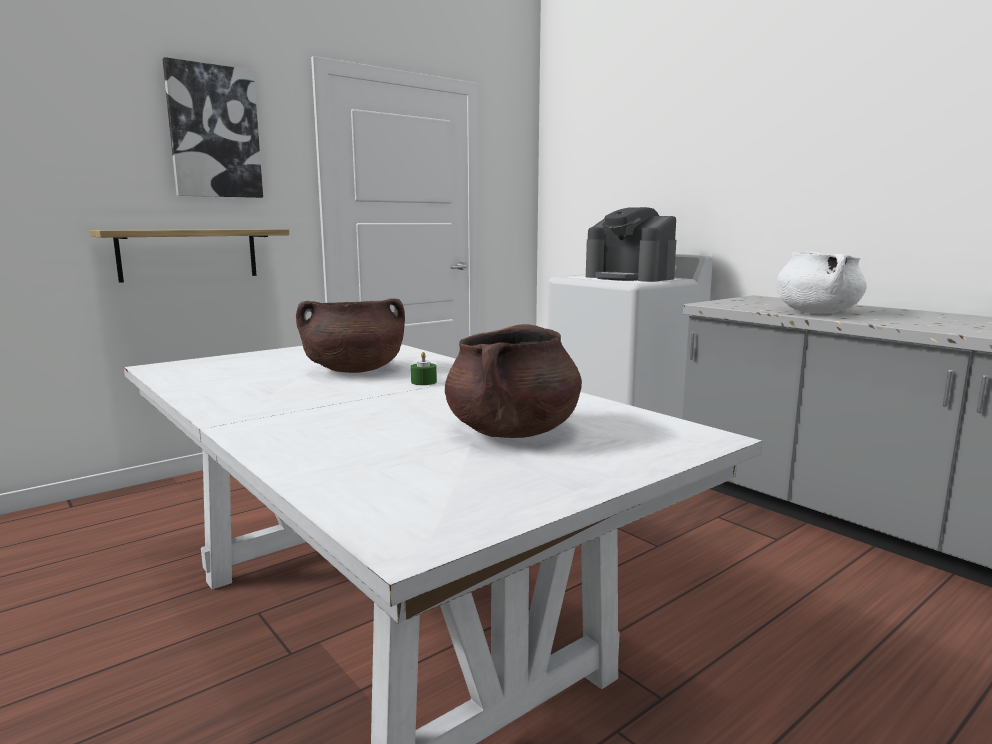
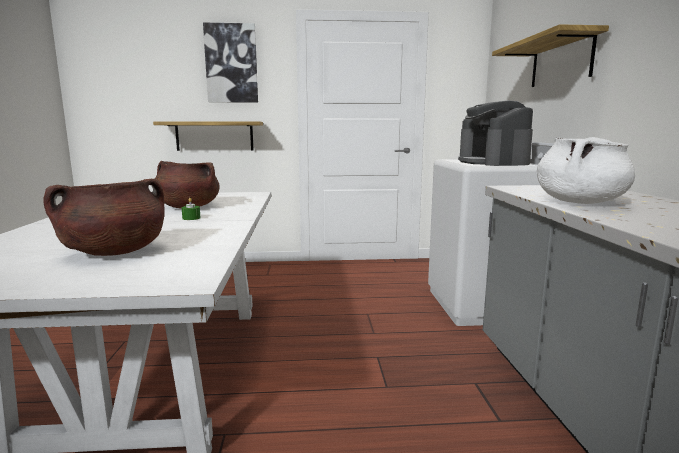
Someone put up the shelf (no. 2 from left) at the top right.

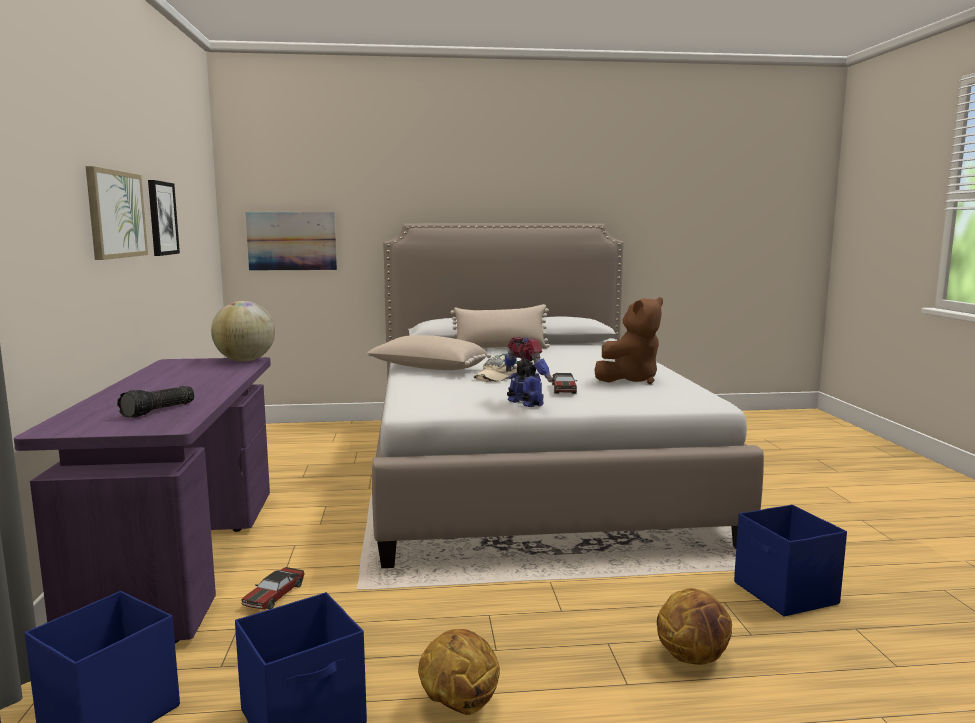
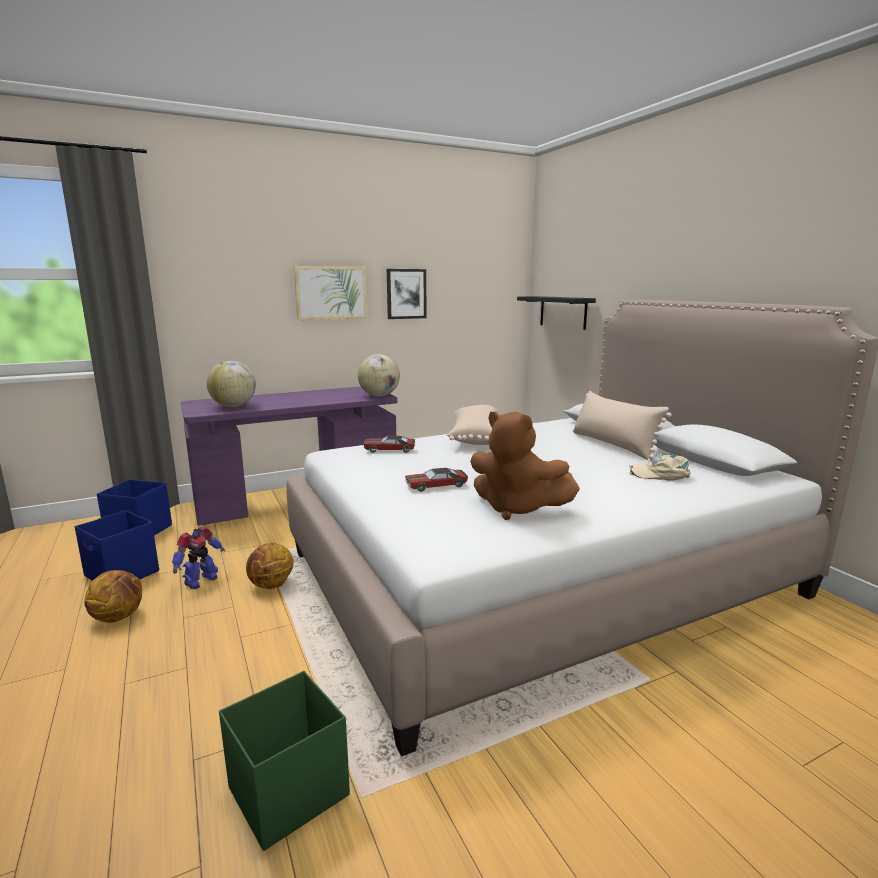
Someone carried the toy car (no. 1 from left) from the bottom left to the centre.
Someone carried the beige-coloured baseball cap from the centre to the middle right.
Someone carried the robot figure from the centre to the middle left.
Someone carried the ball for basketball (no. 2 from left) from the bottom right to the middle left.
Someone swapped the flashlight at the middle left for the desk globe (no. 1 from left) at the middle left.
Someone swapped the wall picture (no. 3 from left) at the middle left for the black shelf at the centre.
Someone repainted the blue storage box (no. 3 from left) at the bottom right, which became the green-coloured storage box at the bottom left.

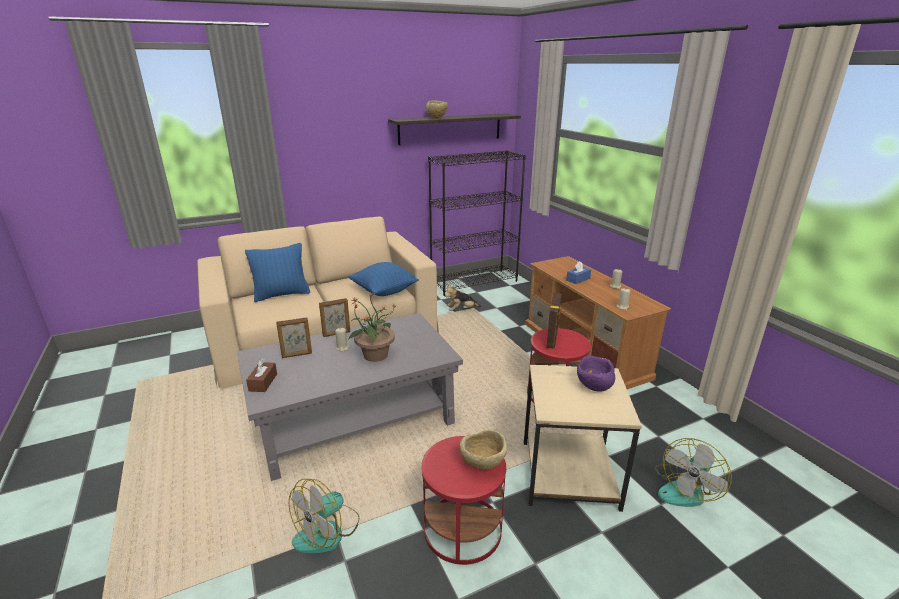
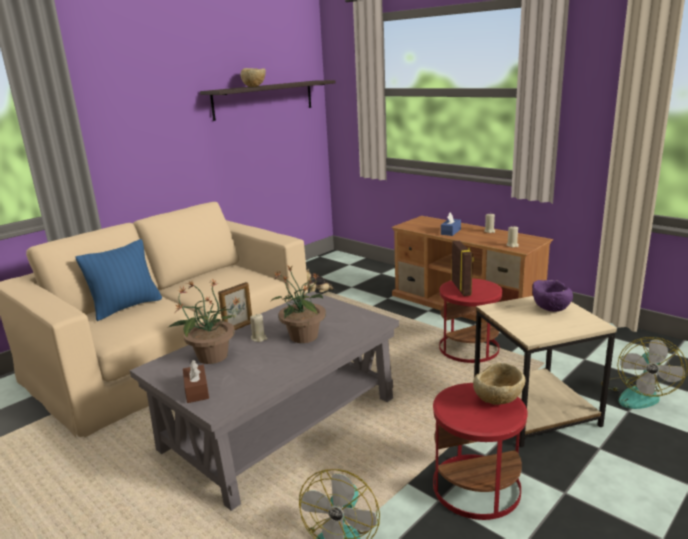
Someone took away the blue cushion (no. 2 from left) at the centre.
Someone took away the black shelving unit at the centre.
Someone swapped the standing frame (no. 1 from left) at the middle left for the houseplant (no. 1 from left) at the middle left.

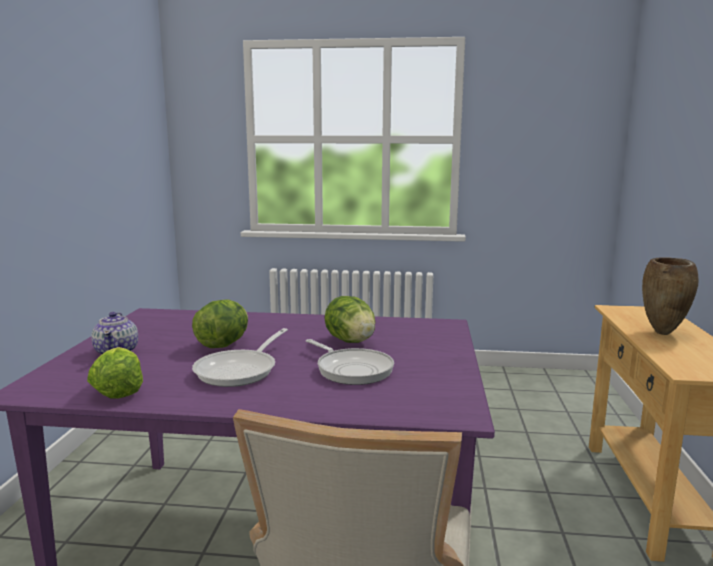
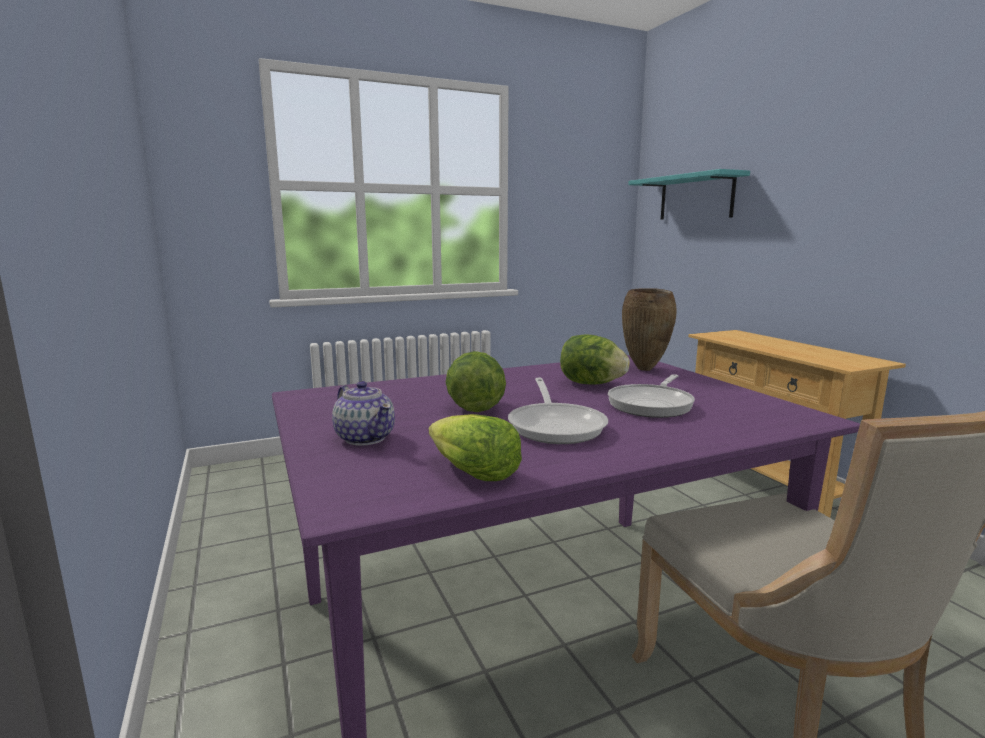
Someone put up the turquoise-coloured shelf at the top right.
Someone carried the brownish decorative vase from the middle right to the centre.
Someone rotated the skillet (no. 2 from left) at the centre by 105 degrees clockwise.

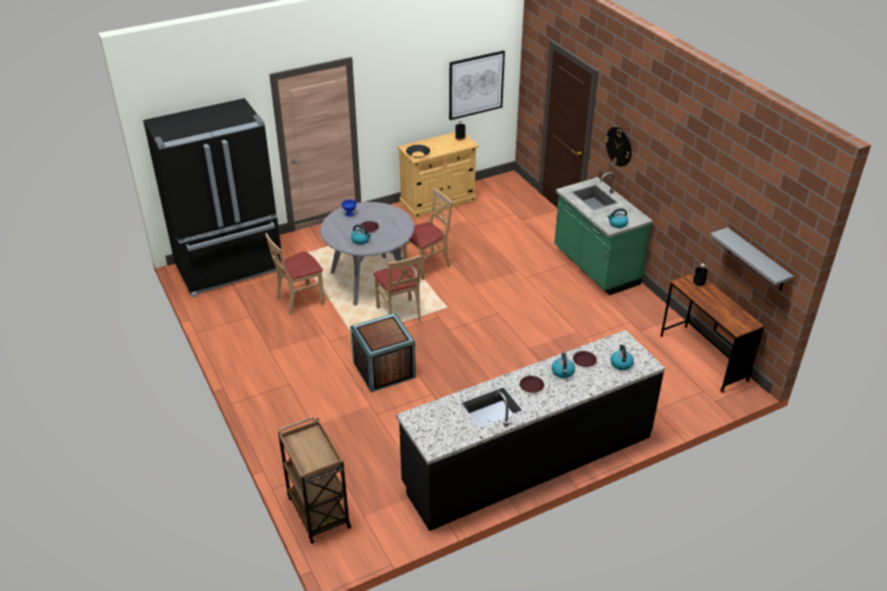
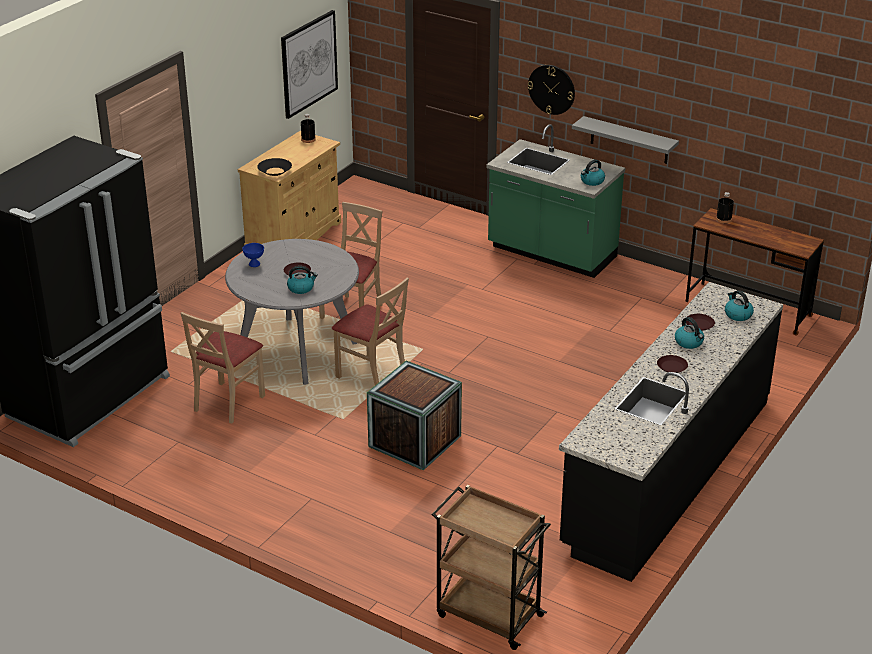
Someone carried the greyish shelf from the middle right to the top right.

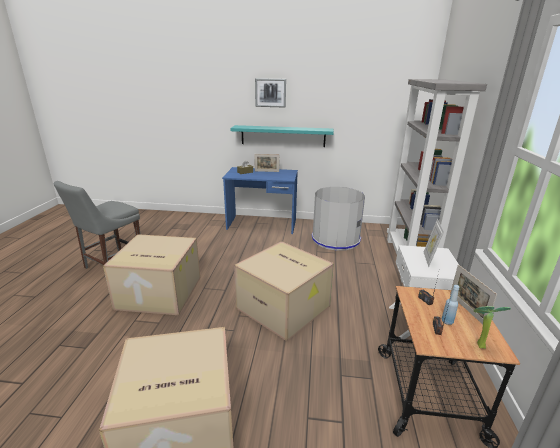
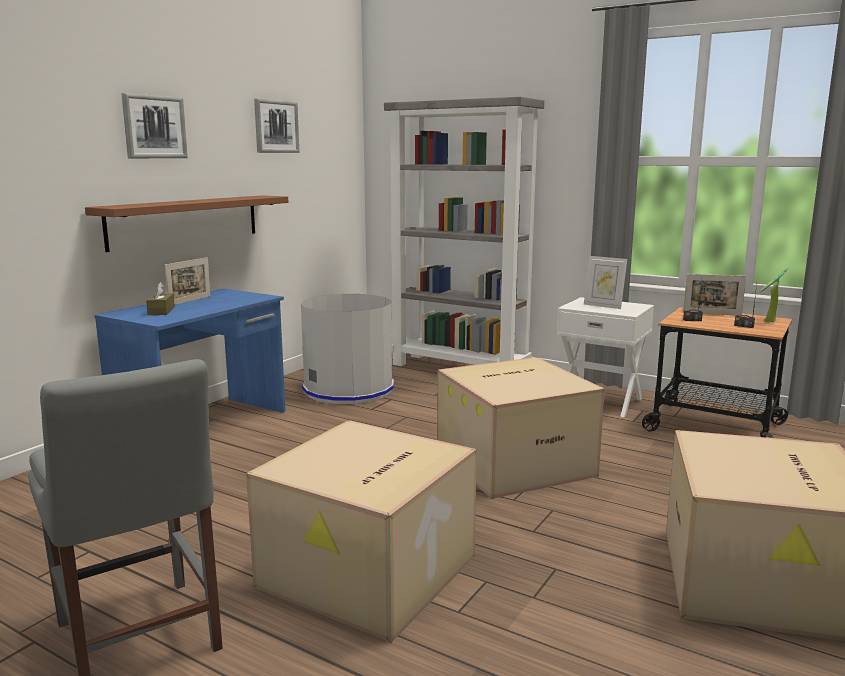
Someone took away the blue drink bottle at the bottom right.
Someone put up the wall picture (no. 2 from left) at the top left.
Someone repainted the turquoise-coloured shelf at the top centre, which became the brownish shelf at the top left.

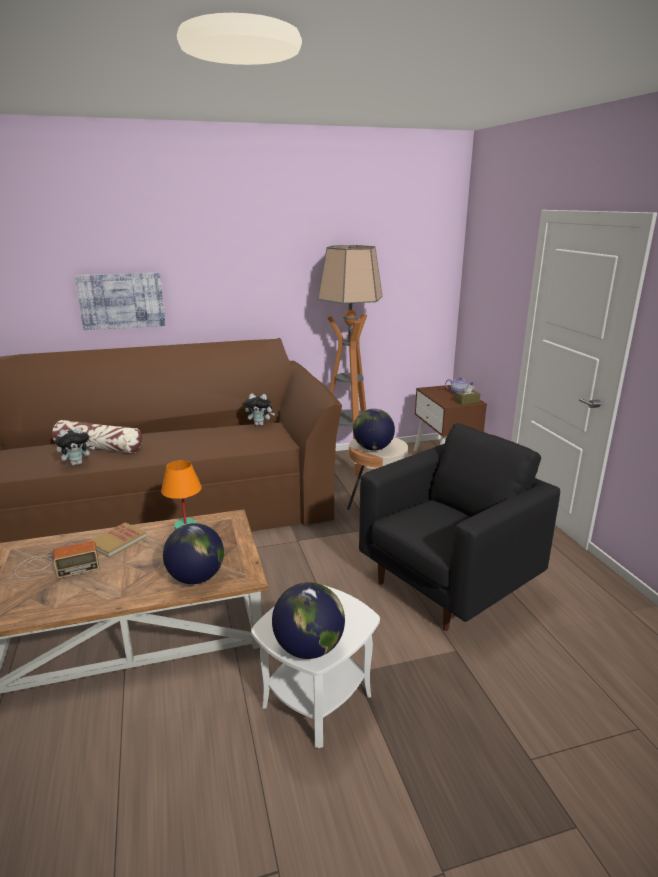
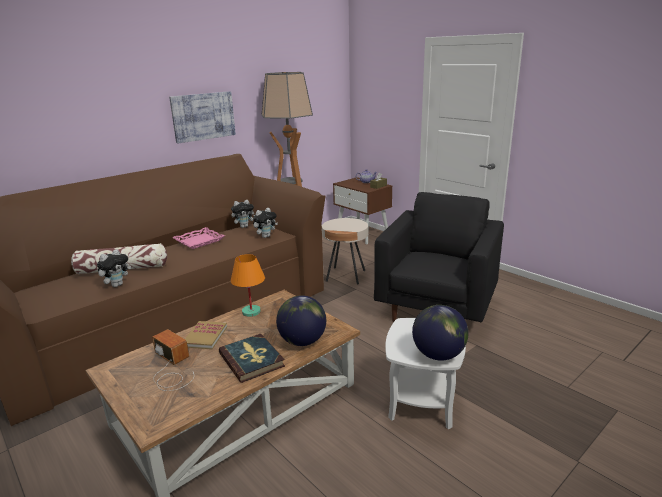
Someone took away the desk globe (no. 3 from left) at the centre.
Someone put down the pinkish serving tray at the middle left.
Someone put down the volume (no. 2 from left) at the bottom centre.
Someone put down the soft toy (no. 3 from left) at the centre.
Someone carried the wall picture from the middle left to the top left.
Someone rotated the radio set at the middle left by 90 degrees counterclockwise.

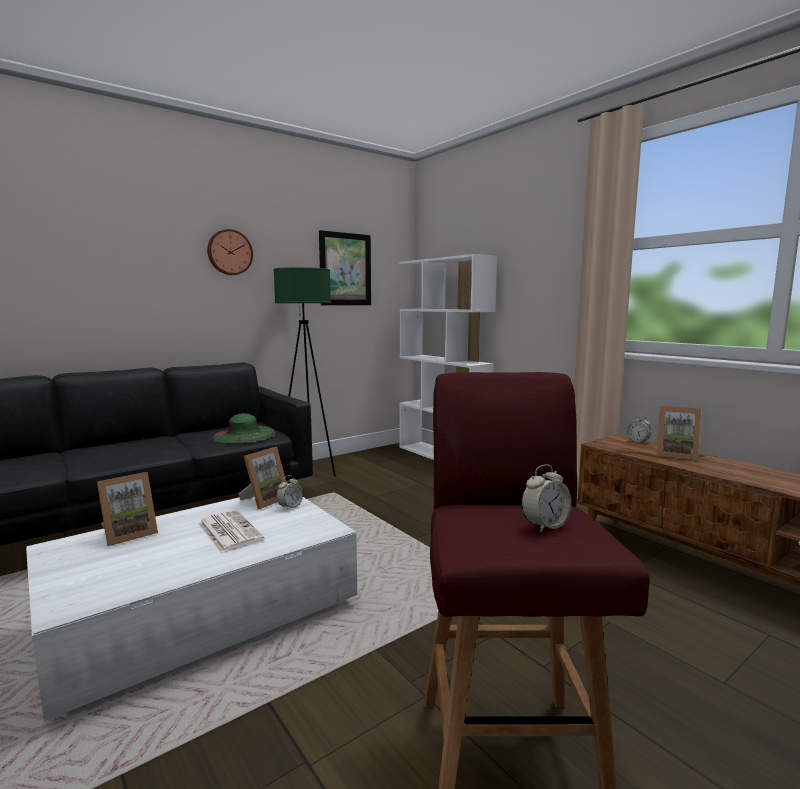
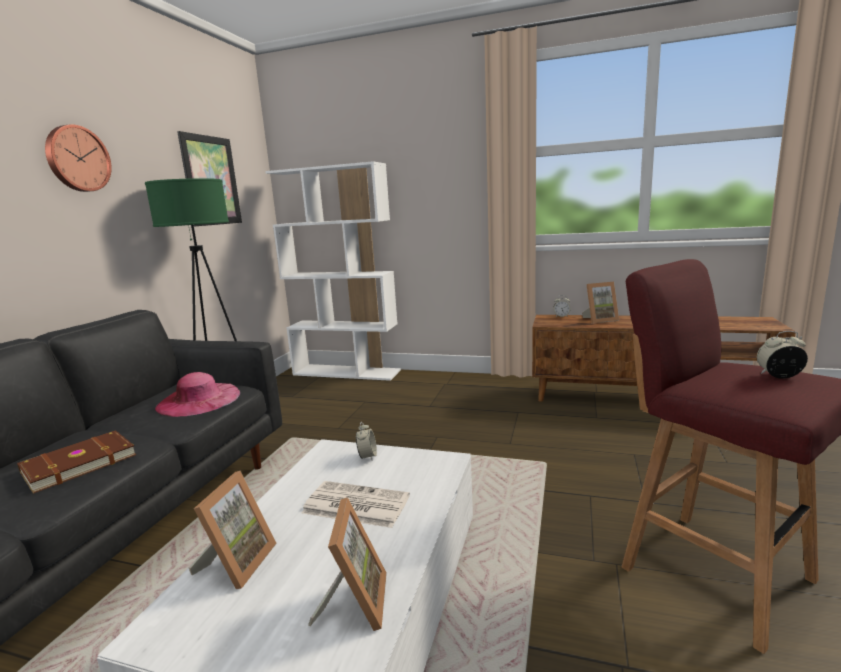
Someone put down the brownish volume at the bottom left.
Someone carried the standing frame (no. 2 from left) from the middle left to the bottom centre.
Someone repainted the green-coloured clothing hat at the middle left, which became the pinkish clothing hat at the middle left.
Someone rotated the bedside clock (no. 2 from left in the first image) at the middle right by 105 degrees counterclockwise.

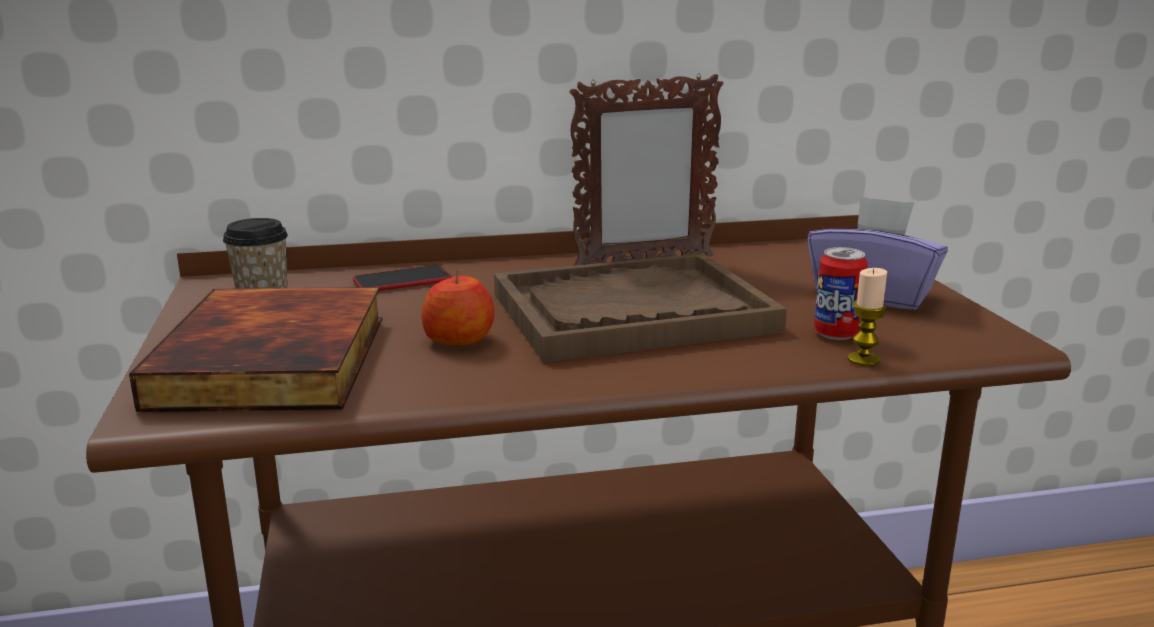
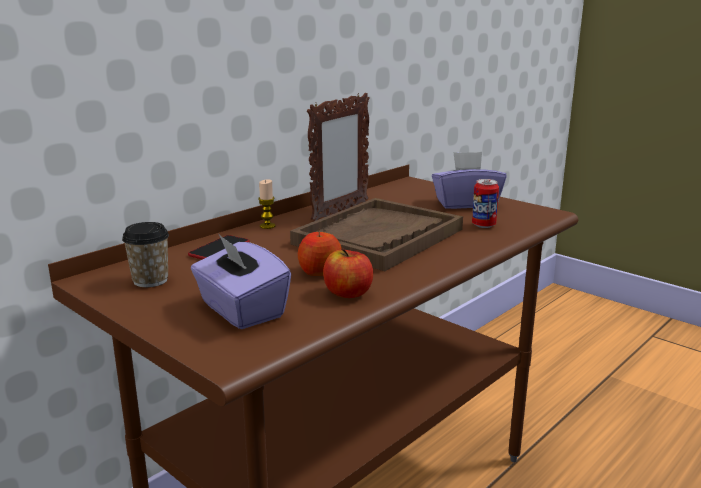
Someone put down the whole apple (no. 2 from left) at the centre.
Someone carried the candle from the middle right to the centre.
Someone swapped the volume at the middle left for the purple-coloured tissue holder (no. 1 from left) at the centre.

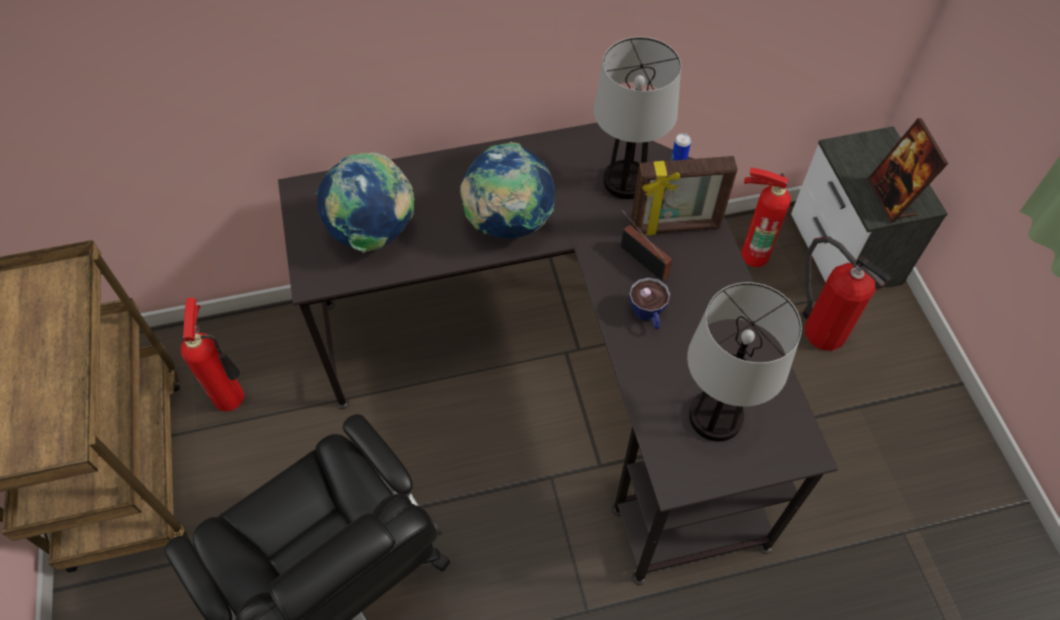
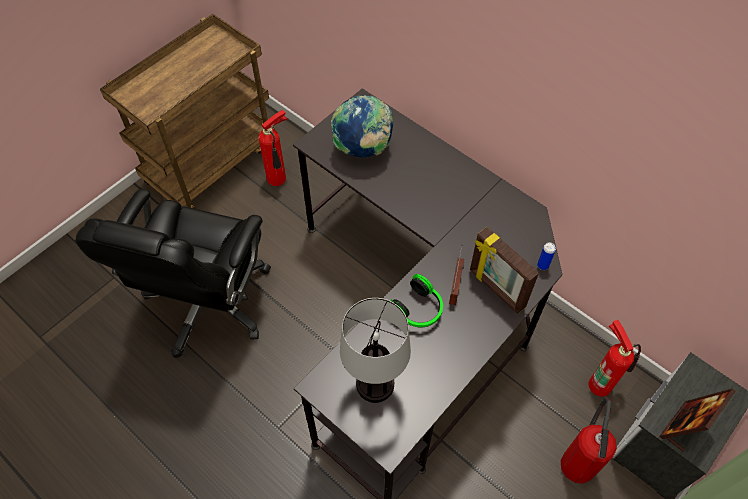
Someone took away the desk globe (no. 2 from left) at the top centre.
Someone took away the table lamp (no. 1 from left) at the top centre.
Someone swapped the small cup at the centre for the headphones at the centre.

